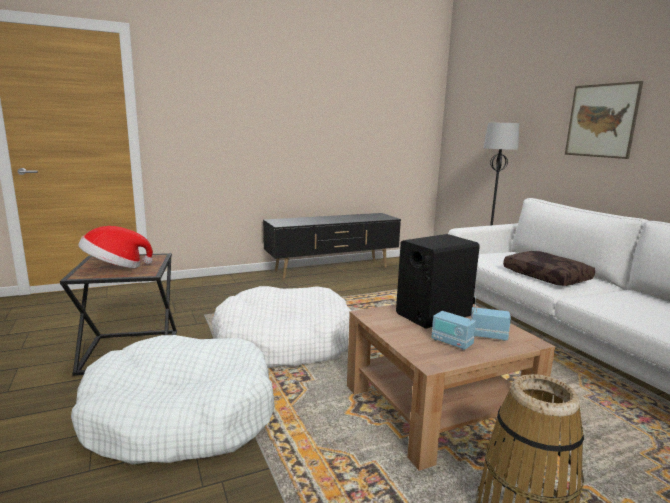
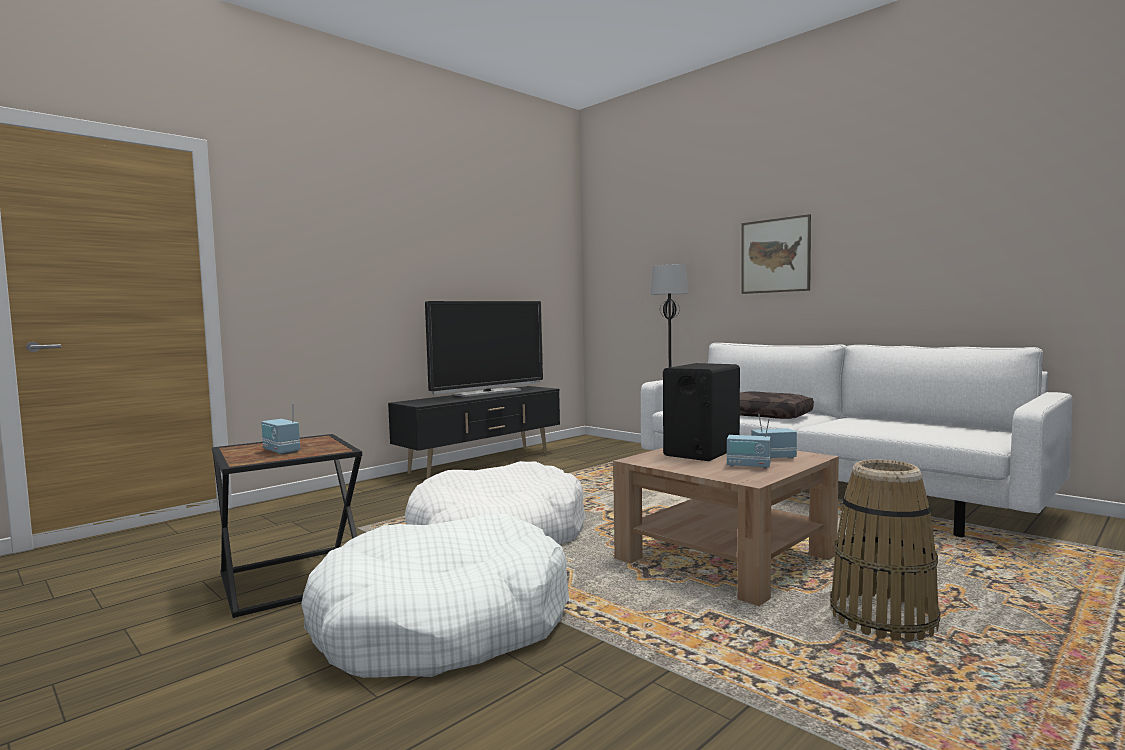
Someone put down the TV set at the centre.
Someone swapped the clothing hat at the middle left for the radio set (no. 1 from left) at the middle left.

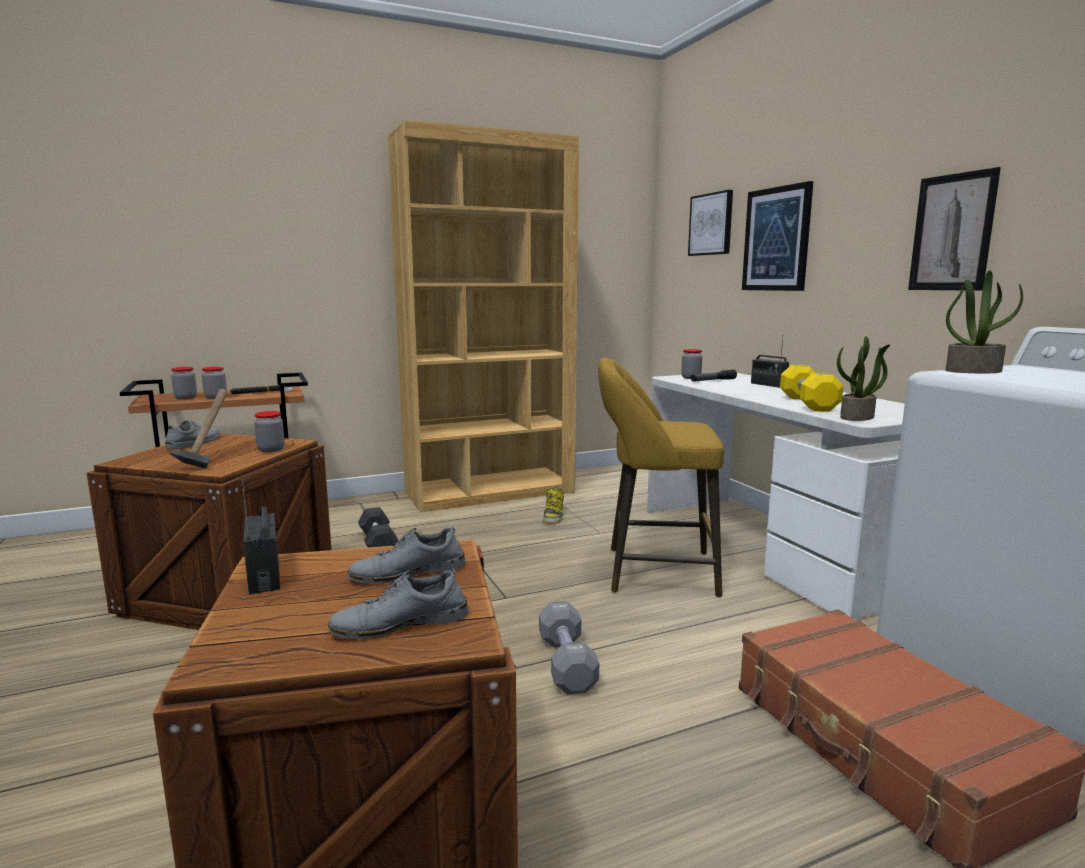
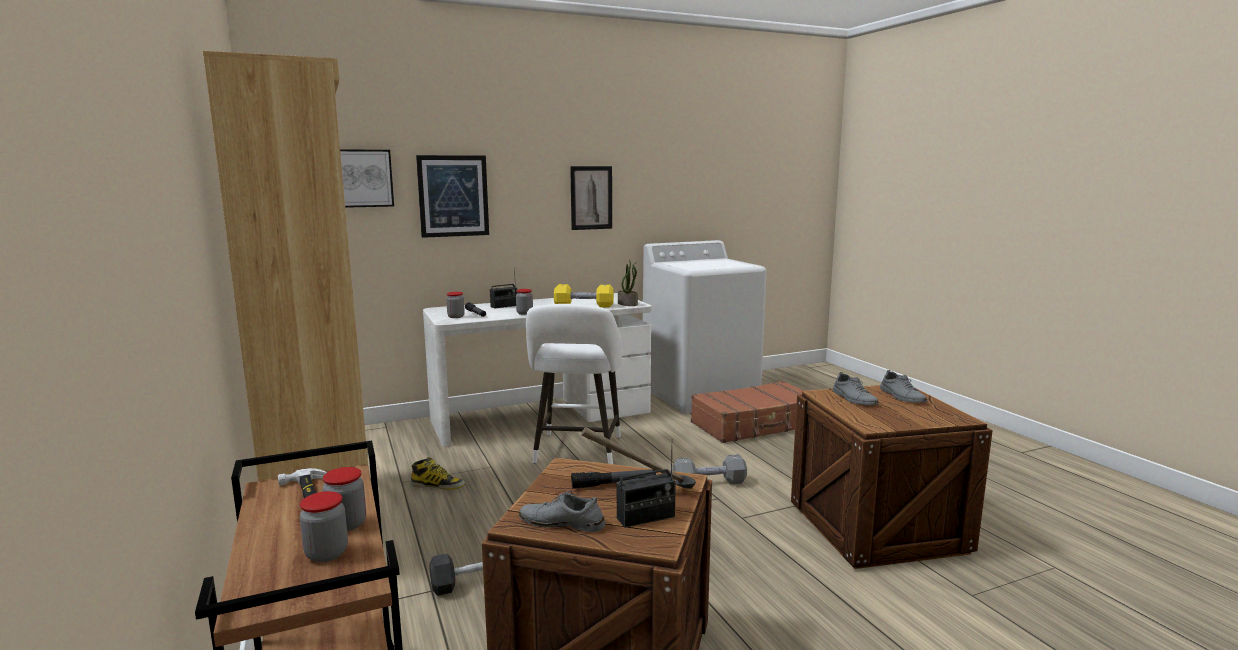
Someone took away the houseplant (no. 2 from left) at the middle right.
Someone put down the flashlight (no. 2 from left) at the bottom centre.
Someone carried the radio set (no. 1 from left in the first image) from the middle left to the bottom centre.
Someone carried the preserve jar (no. 3 from left in the first image) from the middle left to the centre.
Someone repainted the yellowish stool seat at the centre, which became the whitish stool seat at the centre.

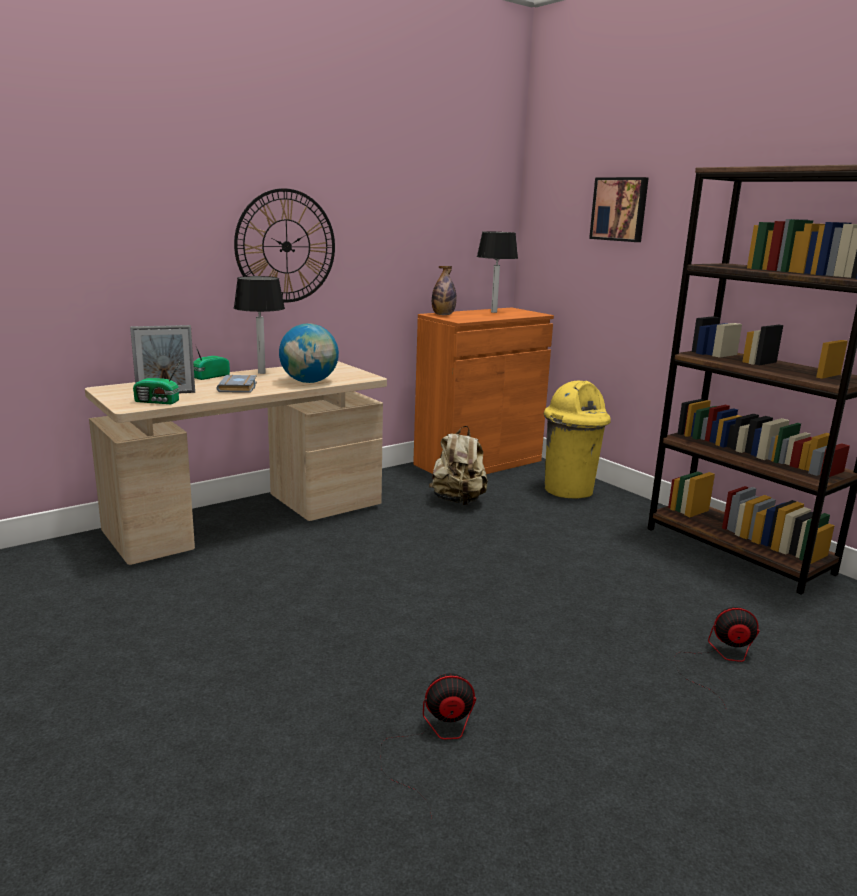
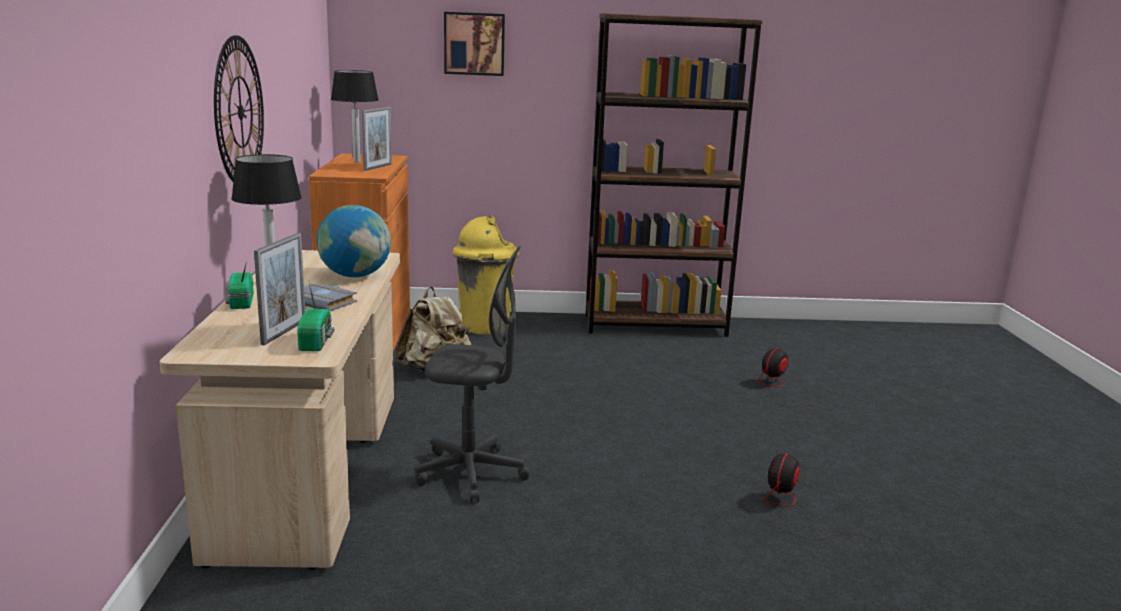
Someone took away the drink bottle at the top centre.
Someone put down the standing frame (no. 2 from left) at the top centre.
Someone put down the greyish office chair at the centre.
Someone rotated the radio set (no. 1 from left in the first image) at the middle left by 45 degrees counterclockwise.

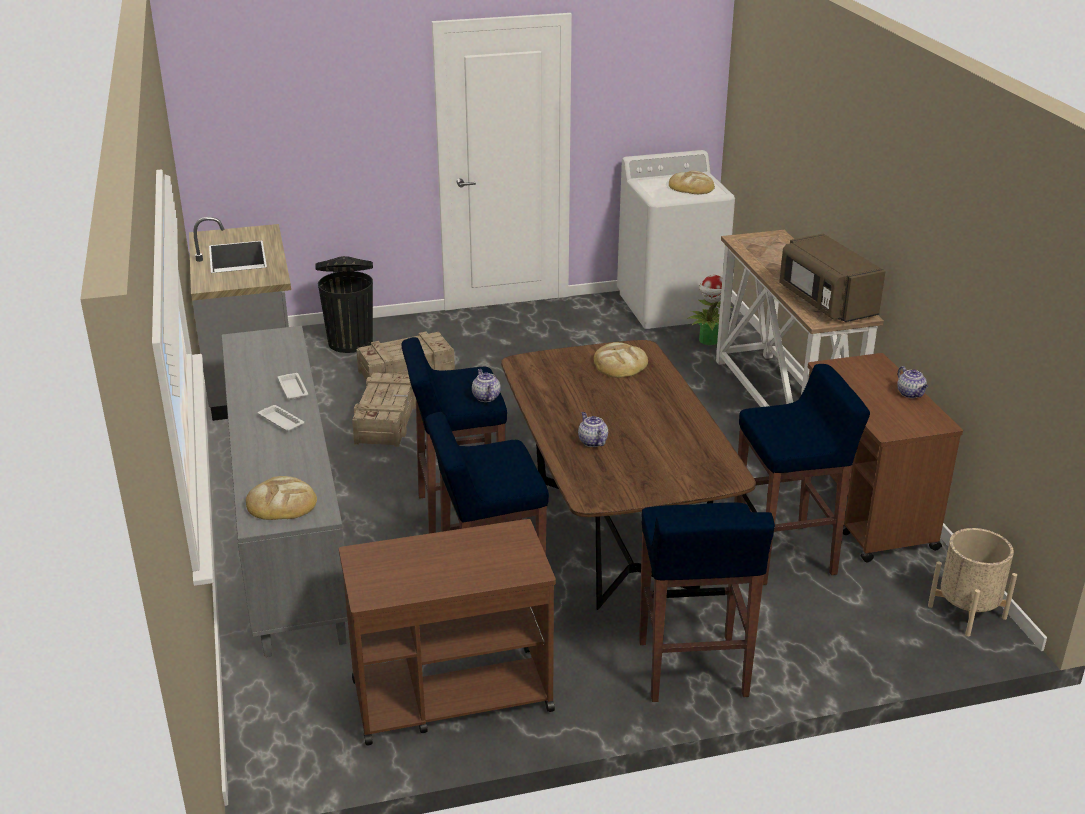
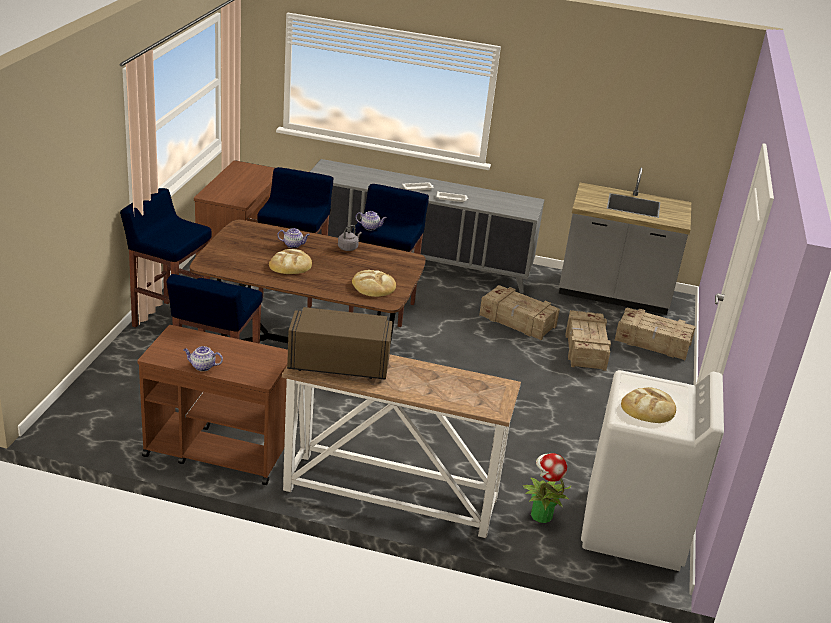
Someone took away the beige-coloured flower pot at the bottom right.
Someone put down the greyish tea kettle at the centre.
Someone carried the baked bread (no. 1 from left) from the middle left to the centre.
Someone swapped the black rubbish bin at the middle left for the shipping crate (no. 3 from left) at the middle right.

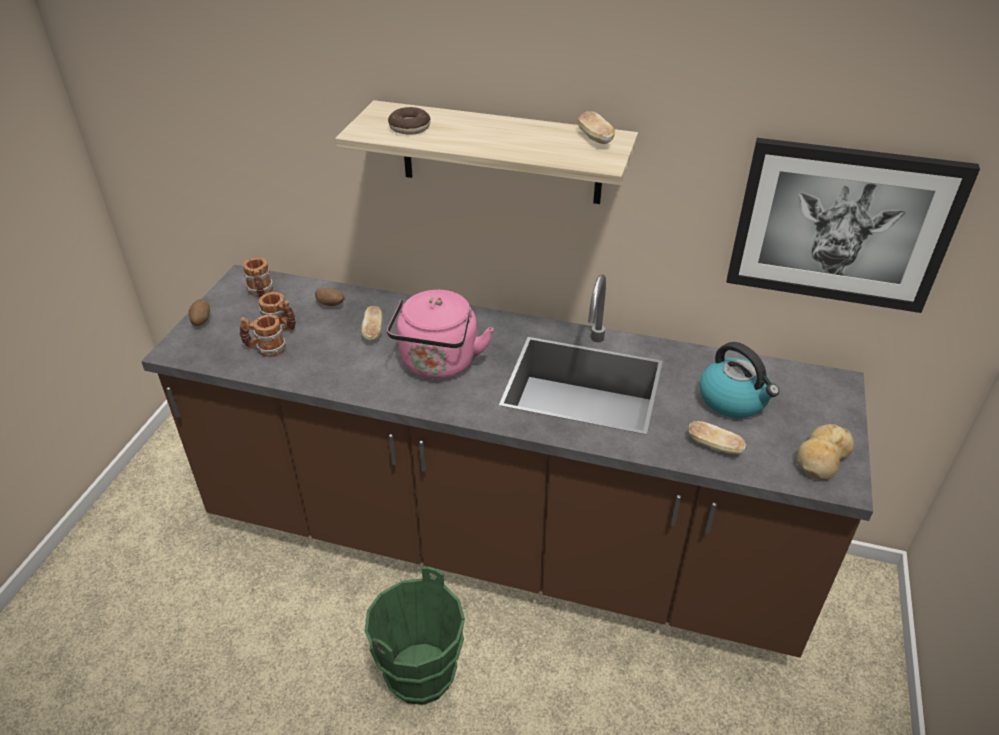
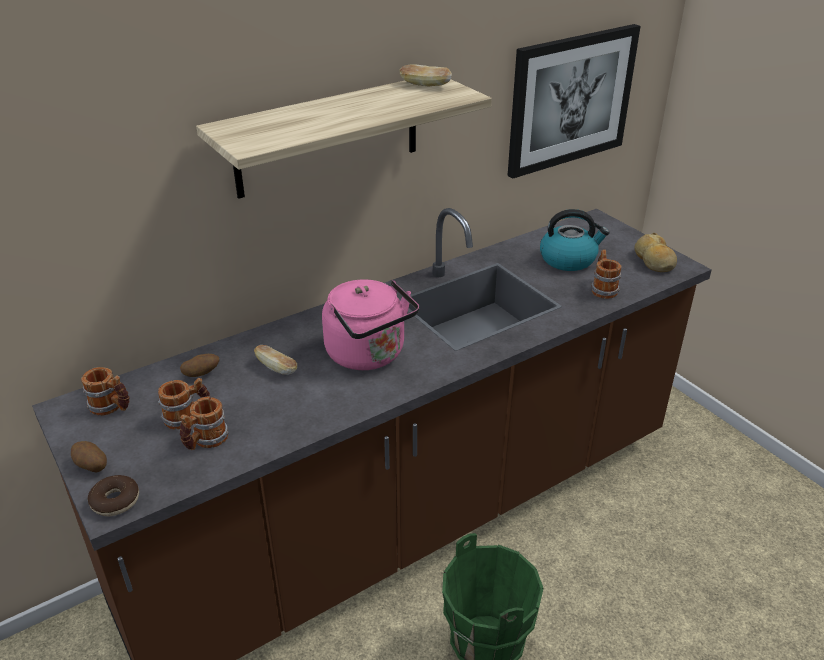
Someone carried the doughnut from the top centre to the bottom left.
Someone swapped the baked bread (no. 3 from left) at the middle right for the tea mug (no. 4 from left) at the middle right.

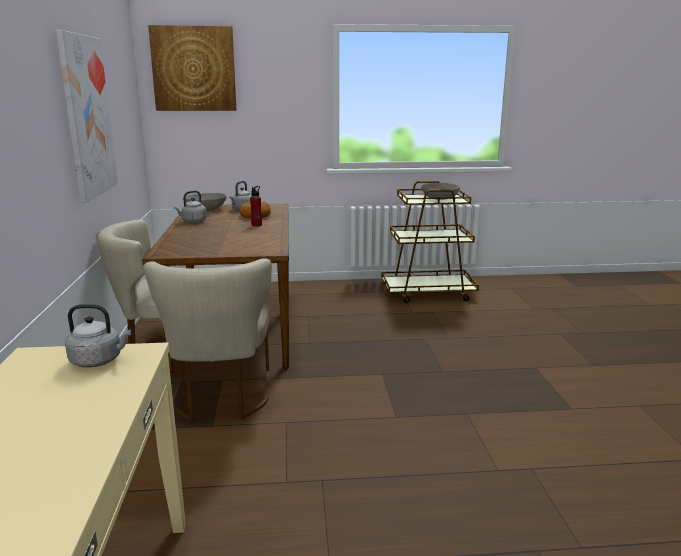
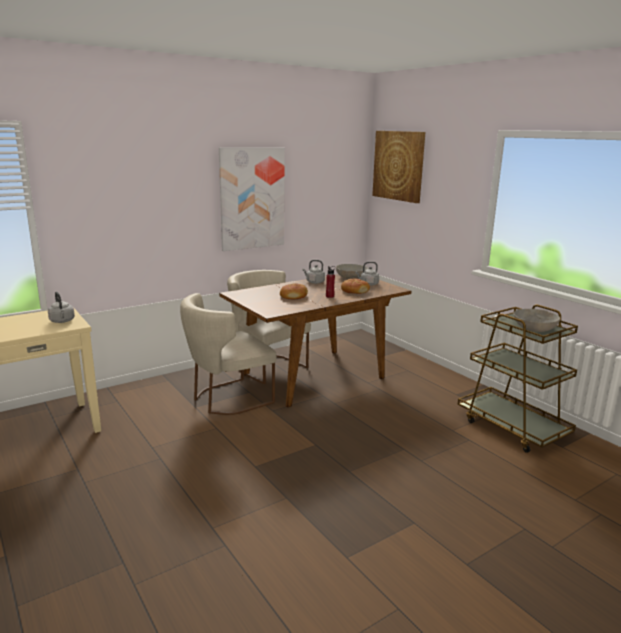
Someone put down the baked bread (no. 1 from left) at the centre.

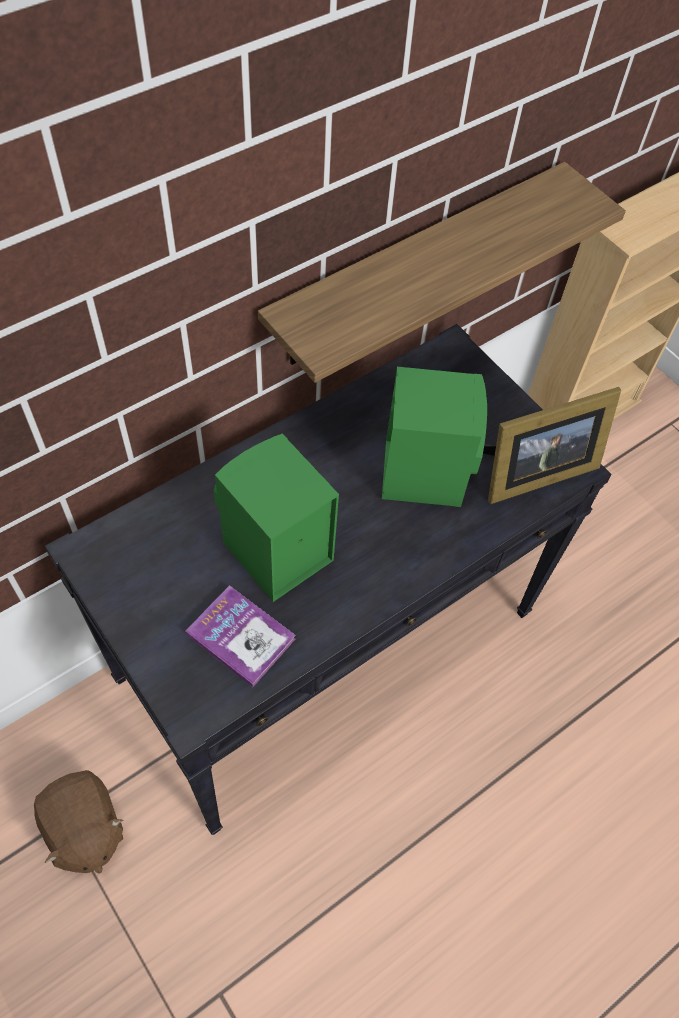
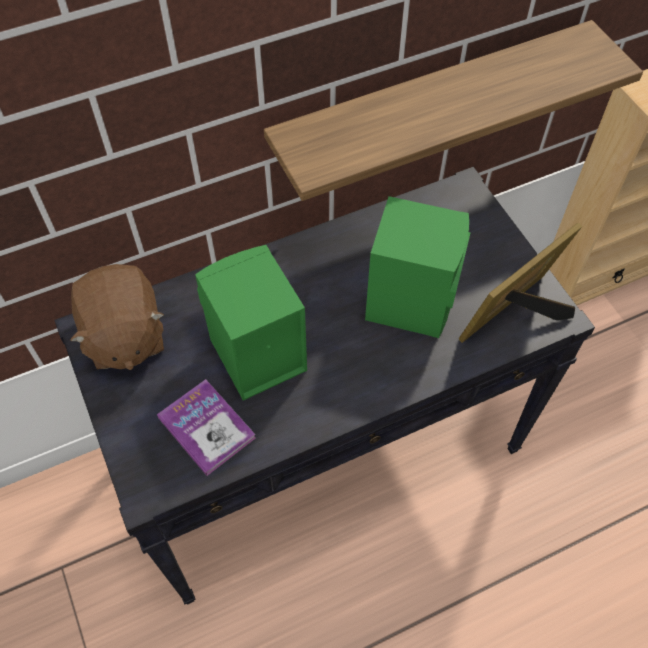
Someone carried the brownish soft toy from the bottom left to the middle left.
Someone rotated the standing frame at the middle right by 150 degrees clockwise.

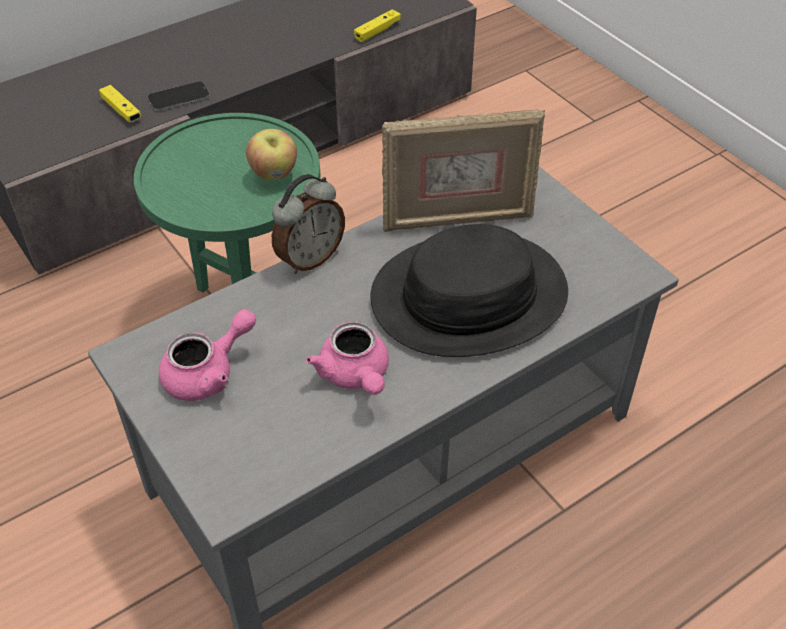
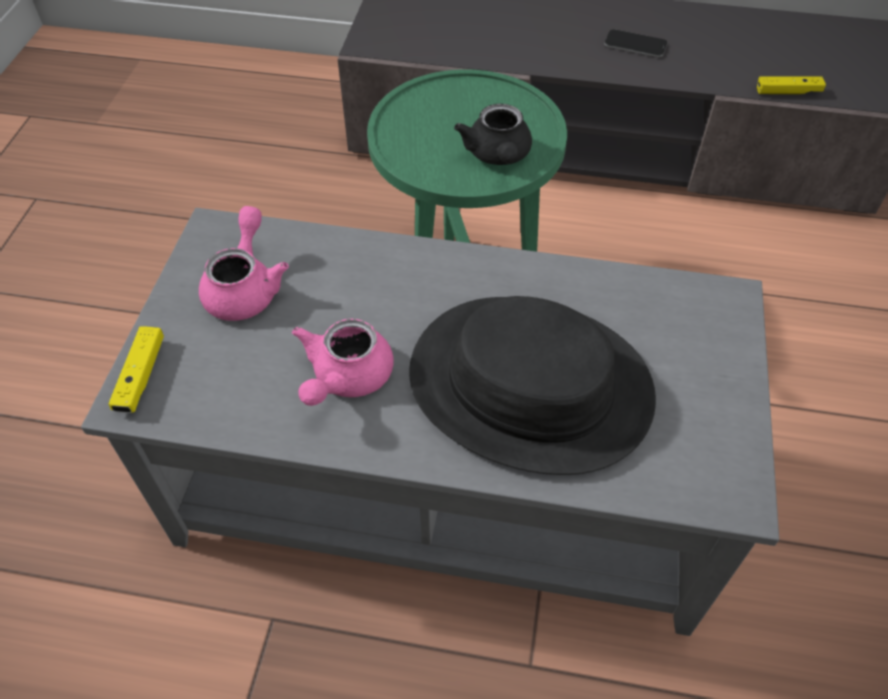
Someone took away the bedside clock at the centre.
Someone took away the standing frame at the top centre.
Someone carried the yellowish joypad (no. 1 from left) from the top left to the middle left.
Someone carried the phone from the top left to the top right.
Someone swapped the whole apple at the top centre for the black teapot at the top centre.
Someone rotated the pinkish teapot (no. 1 from left) at the middle left by 90 degrees counterclockwise.

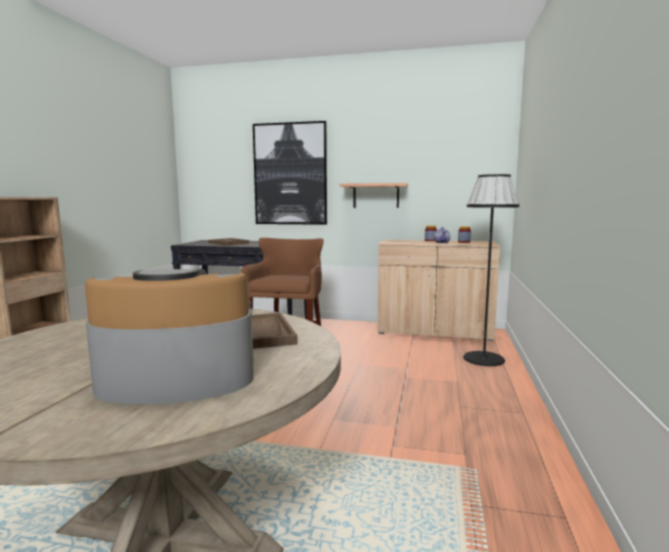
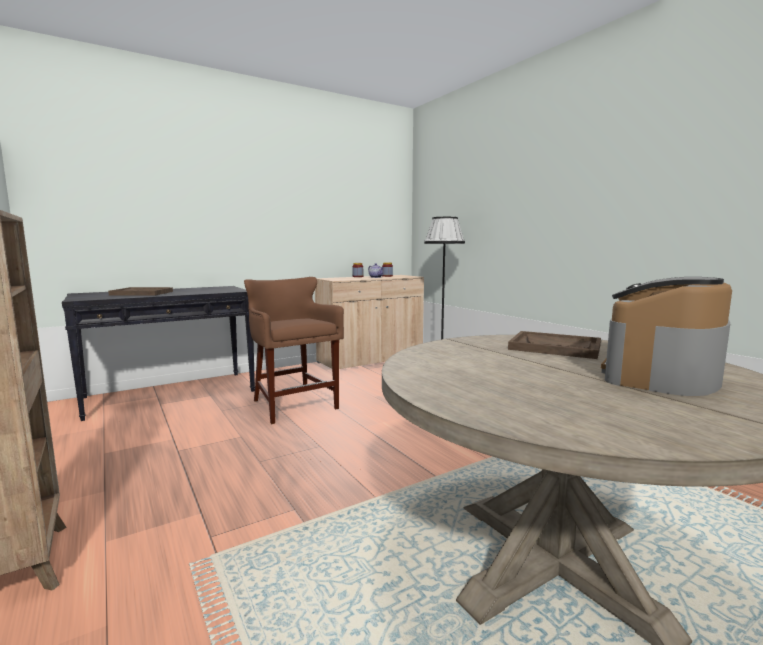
Someone took away the wall picture at the top centre.
Someone took away the shelf at the centre.

